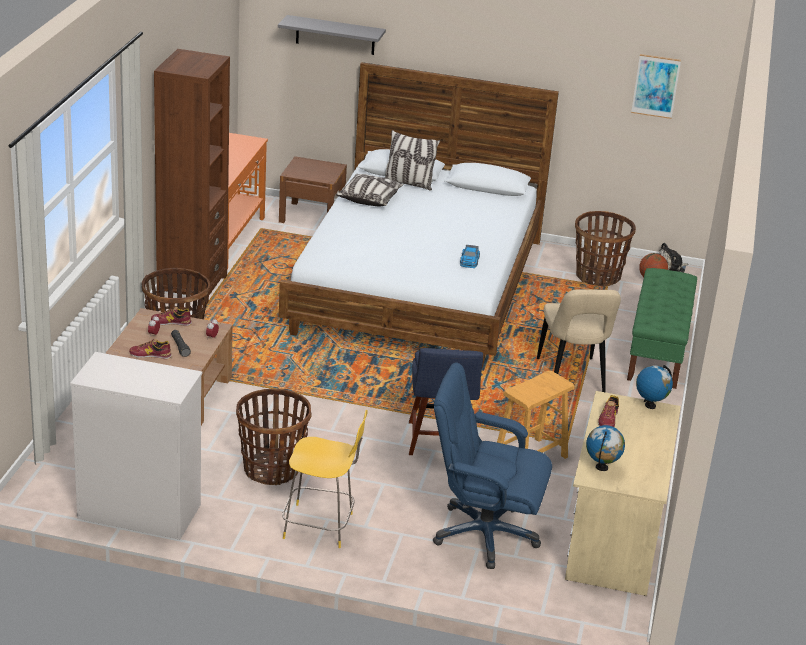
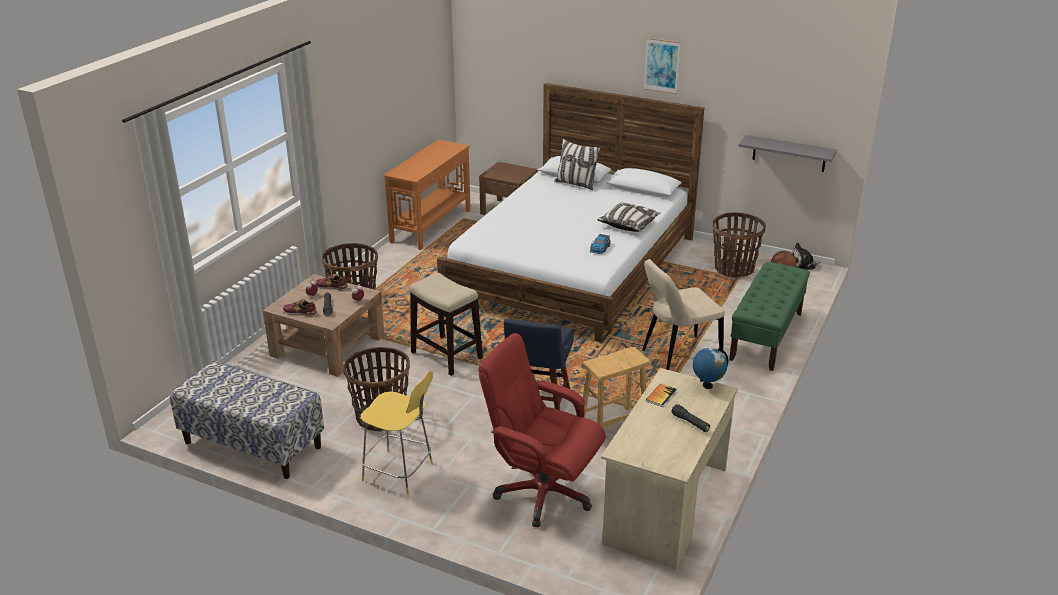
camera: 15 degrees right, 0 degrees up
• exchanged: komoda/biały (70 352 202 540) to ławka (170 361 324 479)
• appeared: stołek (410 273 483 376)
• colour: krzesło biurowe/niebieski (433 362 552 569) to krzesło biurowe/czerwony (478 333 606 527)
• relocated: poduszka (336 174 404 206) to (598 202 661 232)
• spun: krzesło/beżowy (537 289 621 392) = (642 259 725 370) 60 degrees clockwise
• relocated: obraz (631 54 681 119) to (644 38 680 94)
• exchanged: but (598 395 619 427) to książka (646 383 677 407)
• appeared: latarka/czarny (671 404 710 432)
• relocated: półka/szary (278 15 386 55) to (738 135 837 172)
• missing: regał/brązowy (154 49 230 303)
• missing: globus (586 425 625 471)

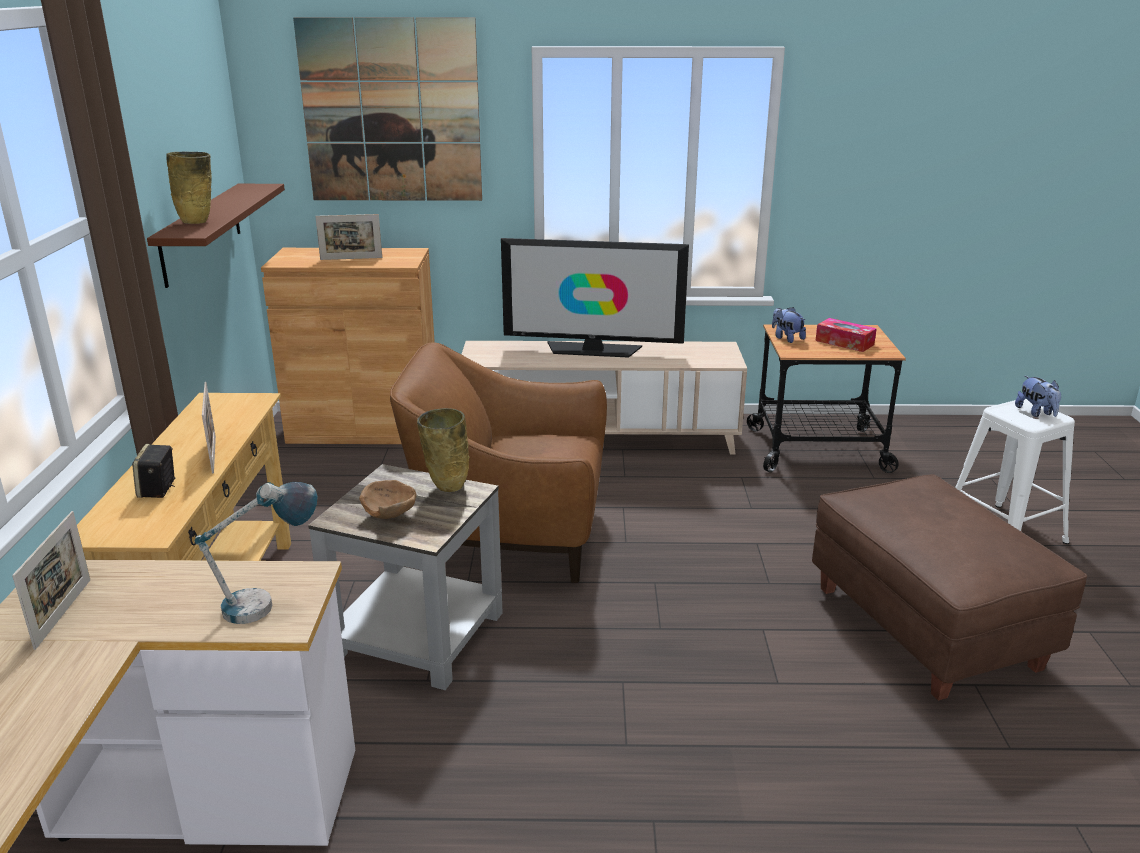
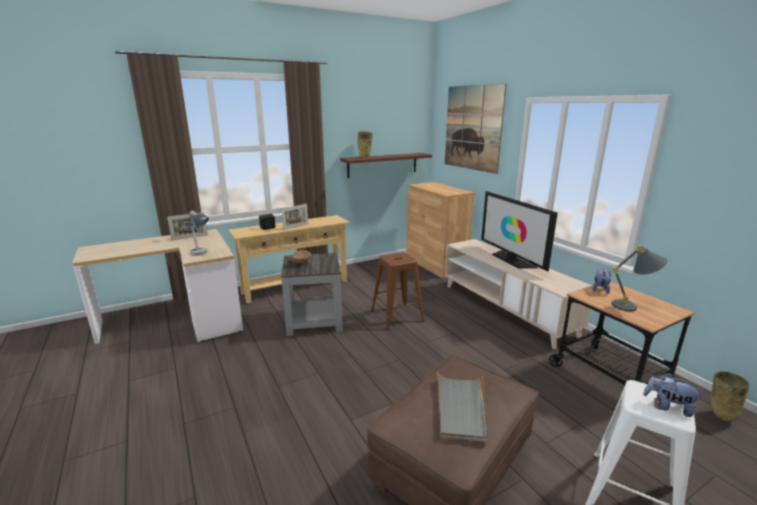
camera: 60 degrees right, 5 degrees down
• exchanged: fotel/brązowy (390 342 607 583) to stołek/brązowy (370 252 425 330)
• appeared: taca/szary (437 372 489 442)
• exchanged: pudełko chusteczek (815 318 877 352) to lampa stołowa/szary (612 245 668 311)
• spun: pluszak (1015 376 1061 417) = (643 373 705 417) 75 degrees clockwise
• relocated: wazon/beżowy (417 408 469 492) to (711 371 749 421)
• missing: ramka na zdjęcie (315 214 382 260)

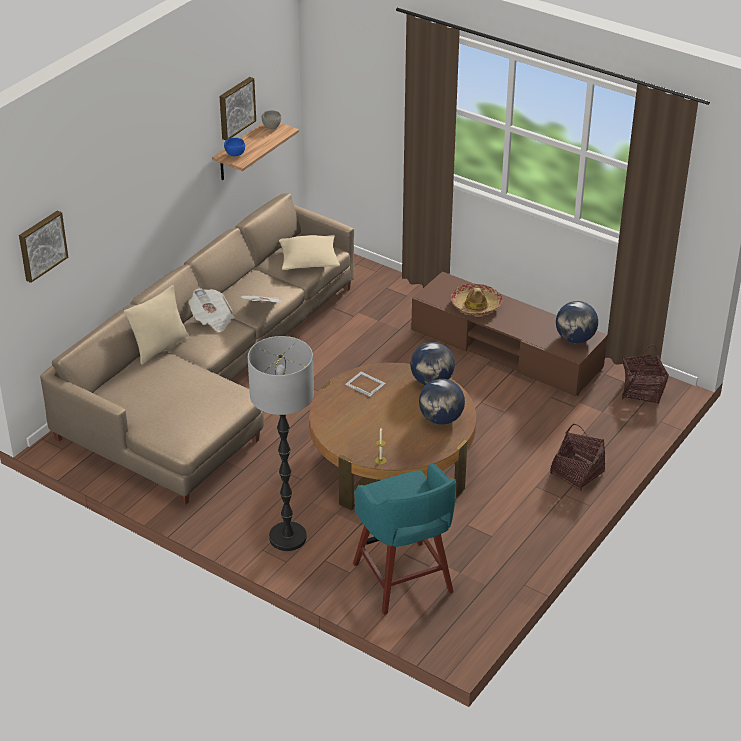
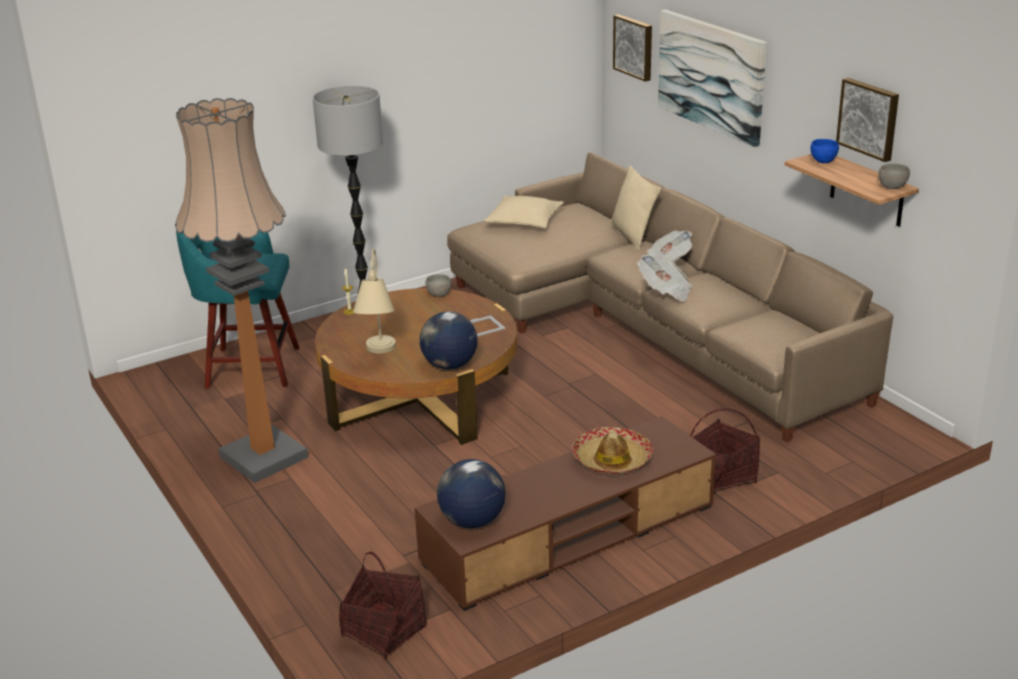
camera: 115 degrees right, 10 degrees down
• appeared: lampa stojąca (175 98 308 483)
• exchanged: globus (419 379 465 425) to lampa stołowa/beżowy (353 249 396 354)
• appeared: miska/szary (426 274 451 297)
• relocated: poduszka/beżowy (279 235 340 270) to (484 196 564 229)
• appeared: obraz (658 9 767 147)
• relocated: koszyk (550 424 605 491) to (690 408 760 493)

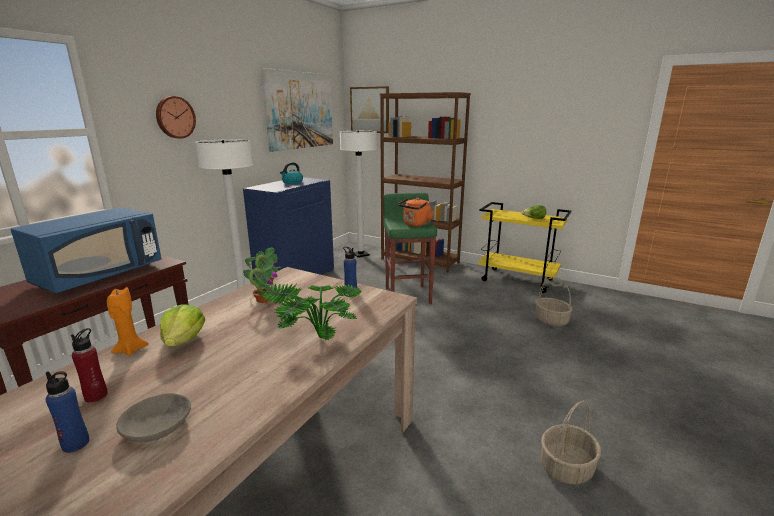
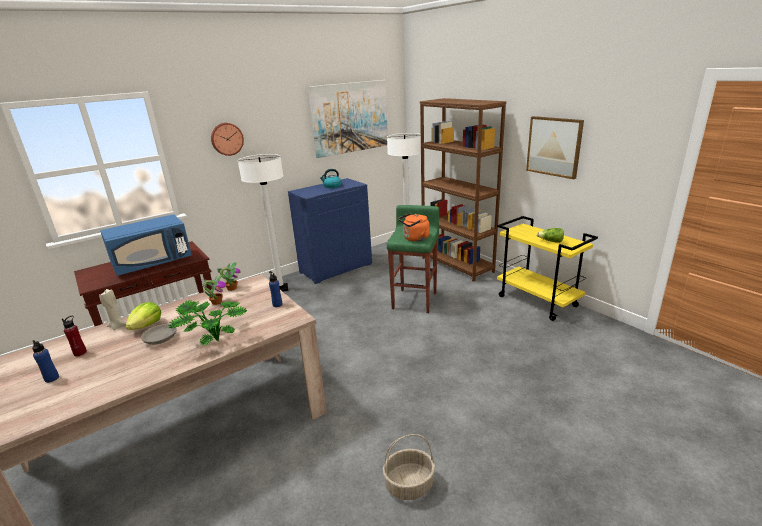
camera: 25 degrees right, 5 degrees up
• colour: świeca/pomarańczowy (107 287 149 356) to świeca/beżowy (99 289 126 330)
• relocated: miska/szary (116 393 191 442) to (141 324 177 345)
• relocated: obraz (350 86 389 133) to (526 116 584 179)
• missing: koszyk (535 277 572 326)

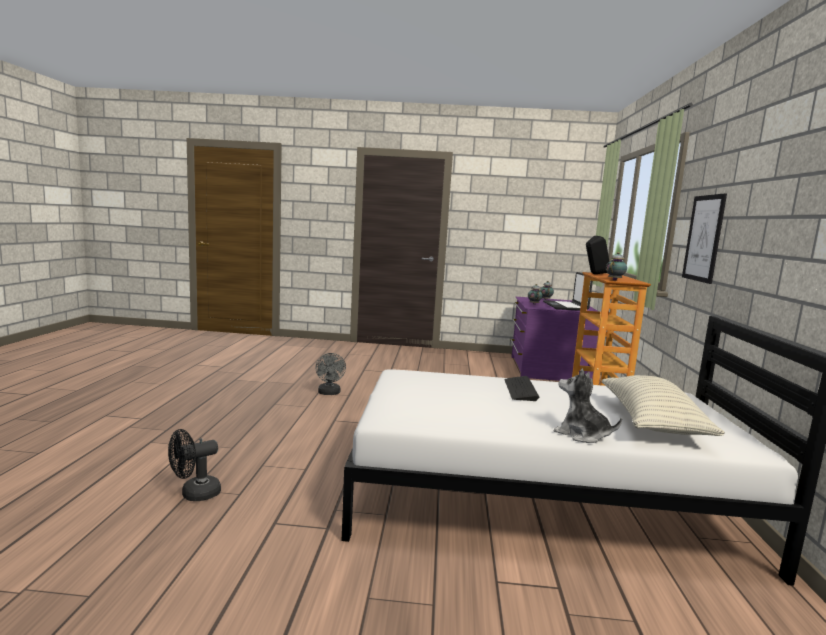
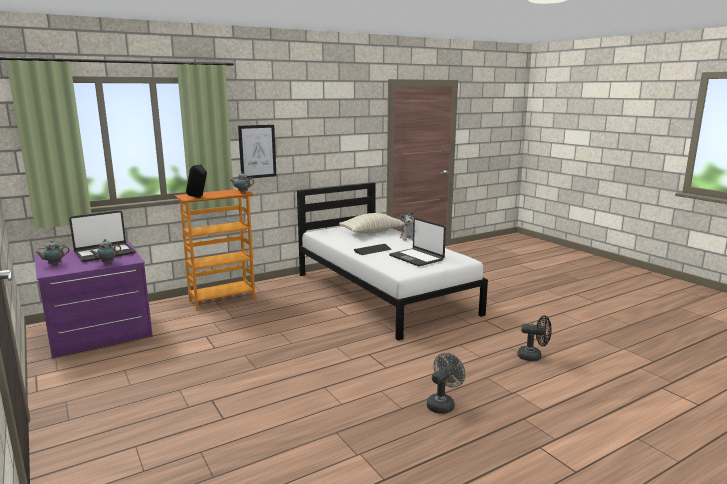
camera: 125 degrees left, 5 degrees up
• appeared: laptop (389 218 446 266)
• relocated: wentylator/szary (316 353 346 395) to (427 353 466 414)

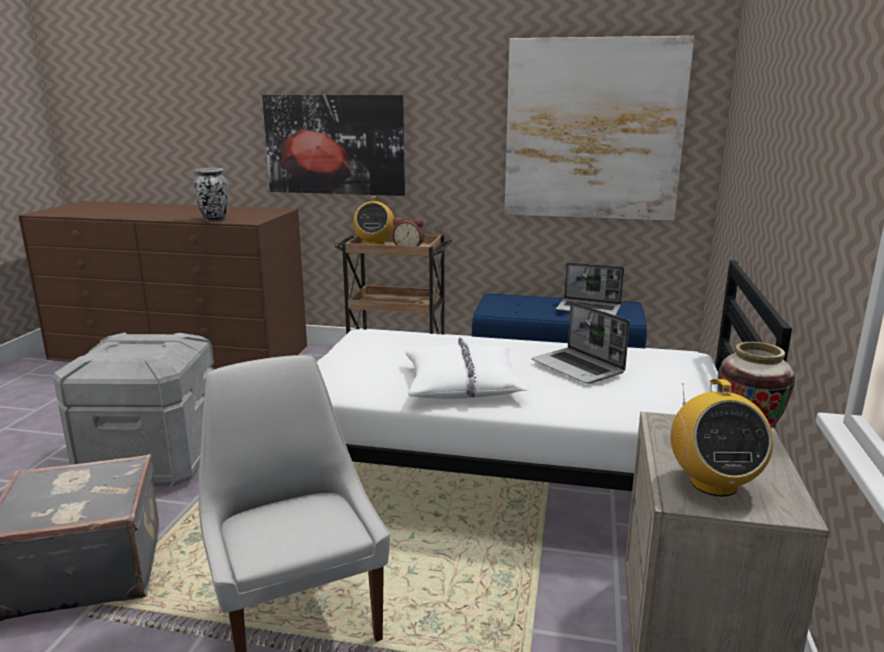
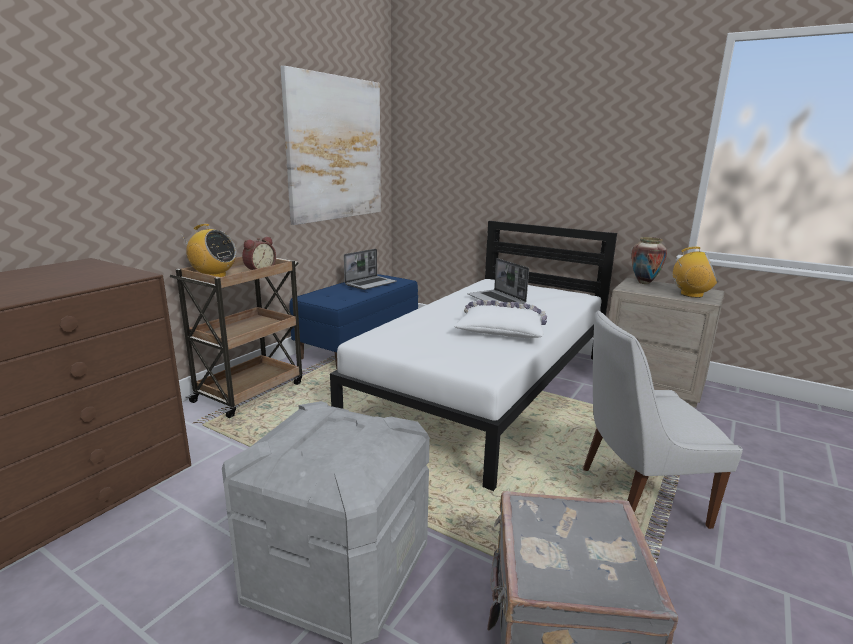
camera: 70 degrees left, 0 degrees up
• spun: laptop (532 302 630 384) = (468 258 529 304) 75 degrees clockwise
• missing: wazon (194 168 228 221)
• missing: obraz (262 95 405 196)

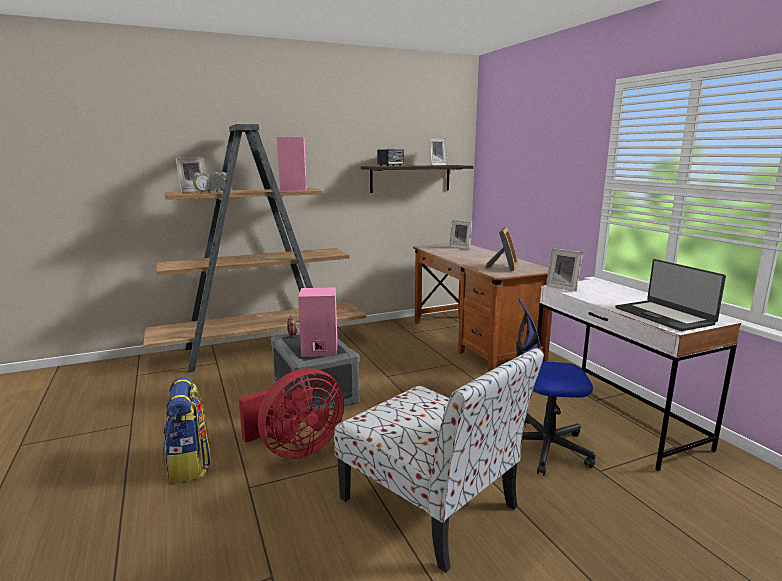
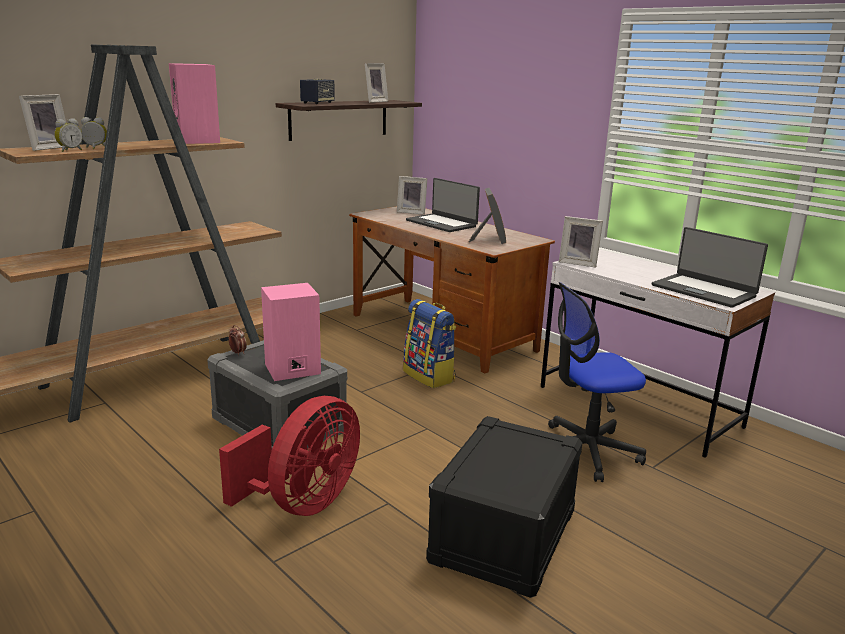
camera: 20 degrees left, 5 degrees up
• relocated: plecak (163 377 211 483) to (403 299 456 388)
• appeared: laptop (406 178 480 232)
• exchanged: krzesło (334 348 544 572) to pojemnik do przechowywania/czarny (426 416 582 598)

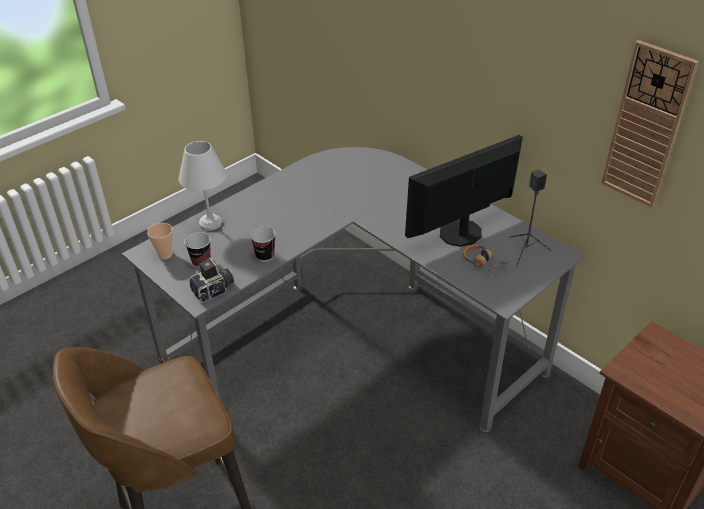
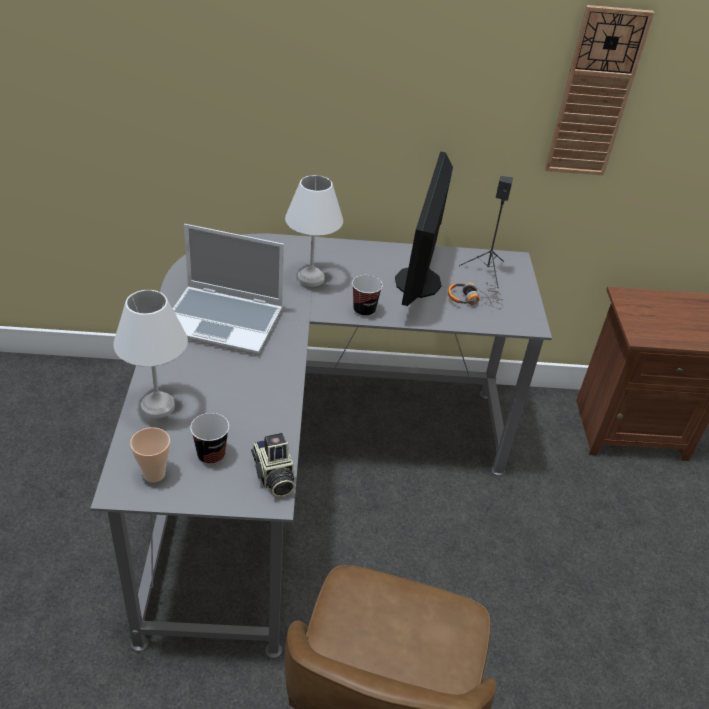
camera: 50 degrees left, 0 degrees up
• appeared: laptop (173 224 284 355)
• spun: aparat fotograficzny (189 258 235 303) = (251 433 295 497) 150 degrees clockwise
• appeared: lampa stołowa/biały (285 175 343 287)
• relocated: filiżanka (250 226 276 261) to (352 275 383 317)

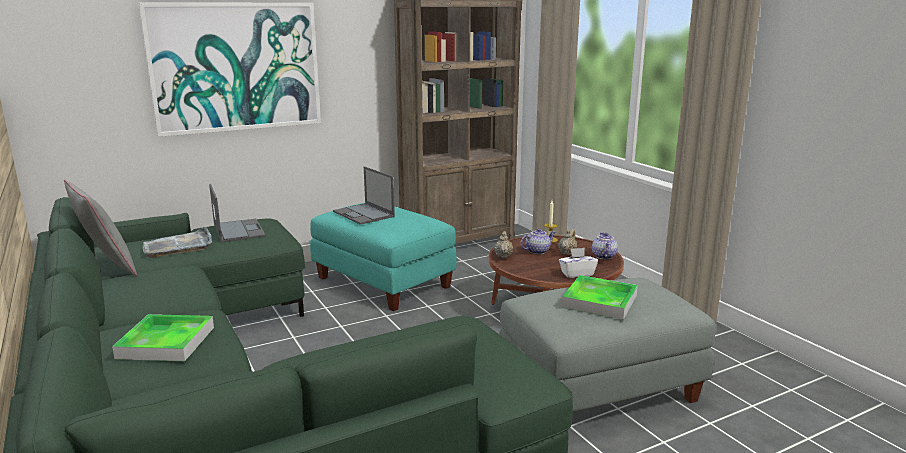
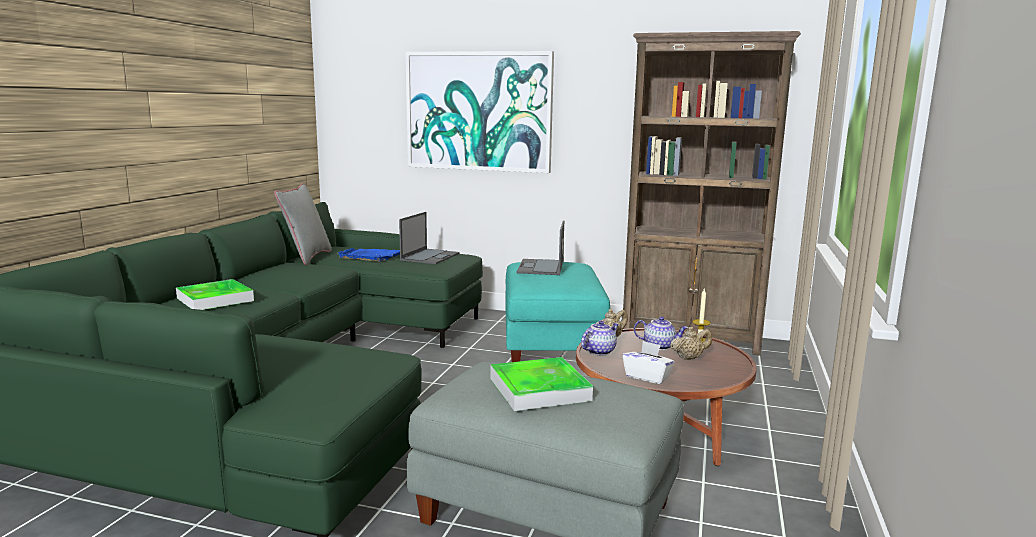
camera: 45 degrees right, 5 degrees down
• colour: taca/szary (143 227 212 258) to taca/niebieski (338 248 400 262)
• relocated: imbryk (592 232 618 259) to (581 321 618 355)

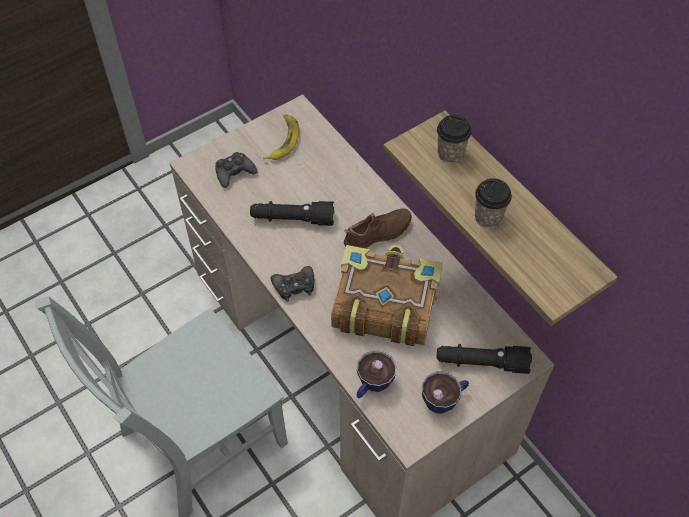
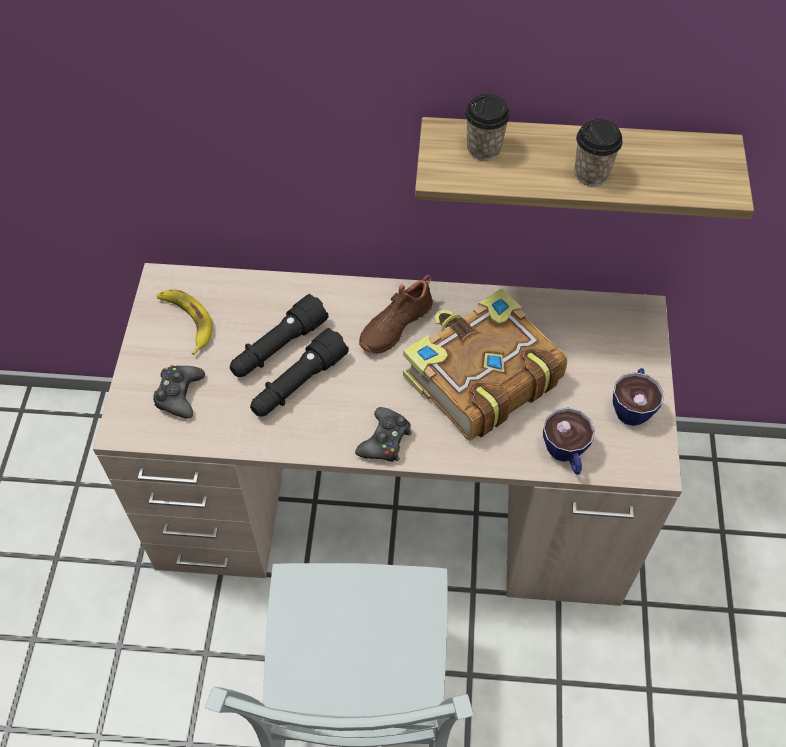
camera: 50 degrees left, 0 degrees up
• relocated: latarka/czarny (437 344 532 374) to (230 294 329 377)
• spun: but/brązowy (344 208 412 249) = (359 275 433 354) 150 degrees counterclockwise

